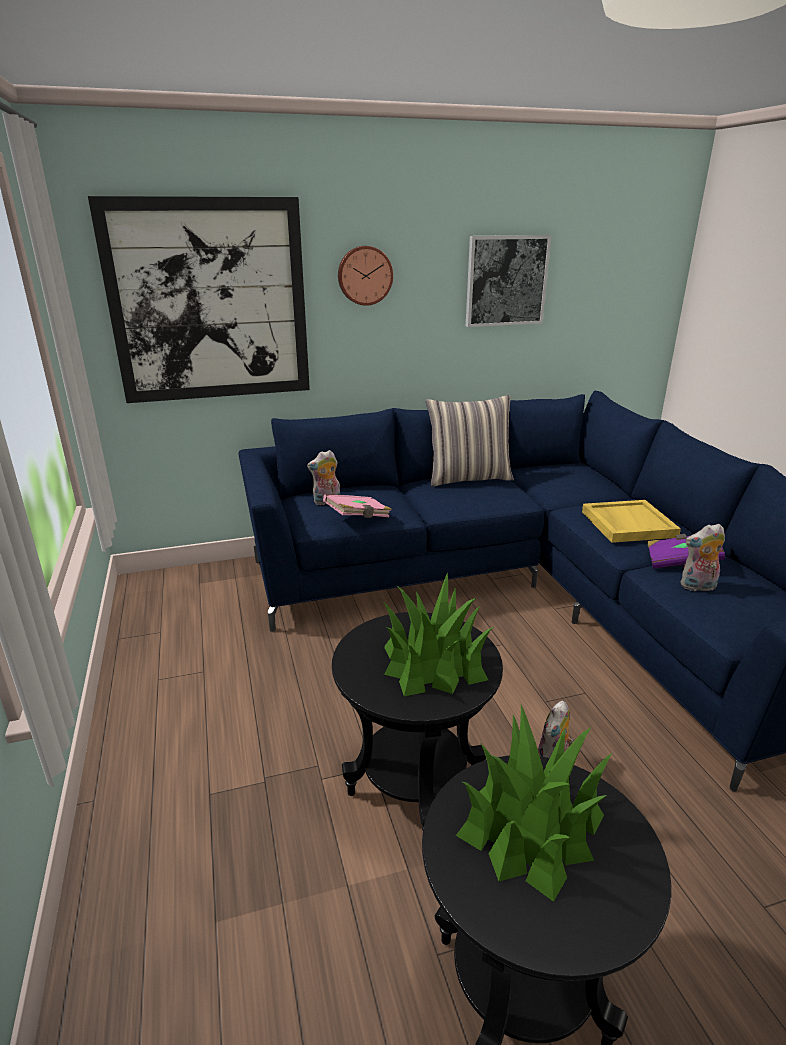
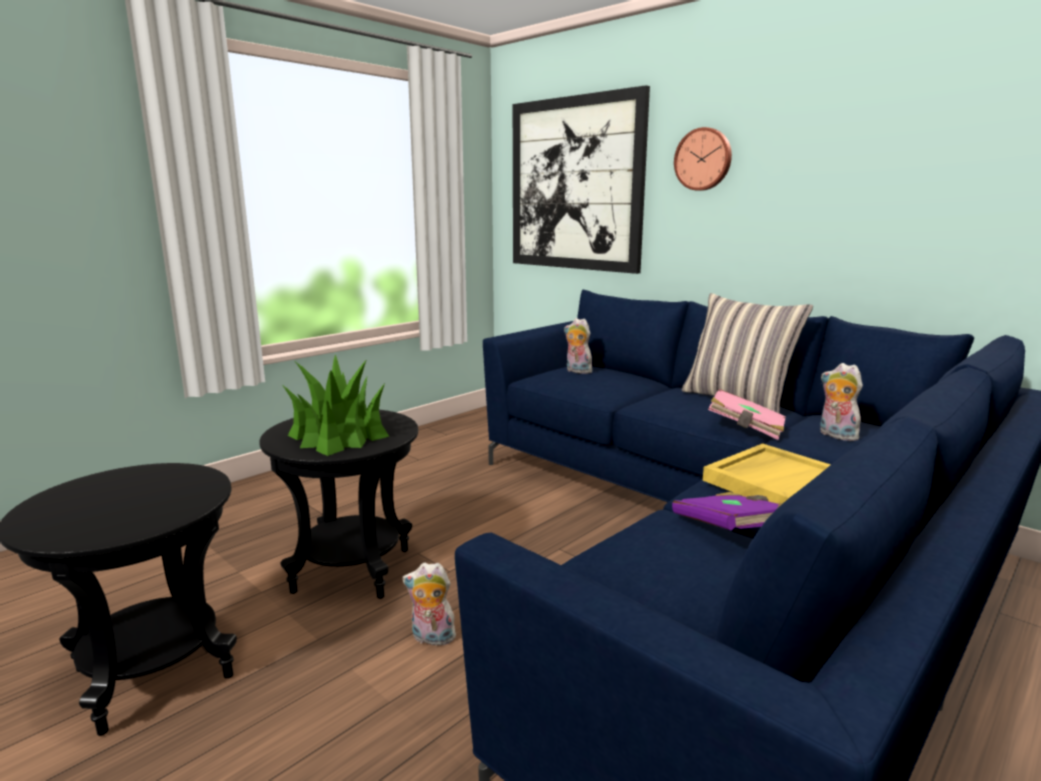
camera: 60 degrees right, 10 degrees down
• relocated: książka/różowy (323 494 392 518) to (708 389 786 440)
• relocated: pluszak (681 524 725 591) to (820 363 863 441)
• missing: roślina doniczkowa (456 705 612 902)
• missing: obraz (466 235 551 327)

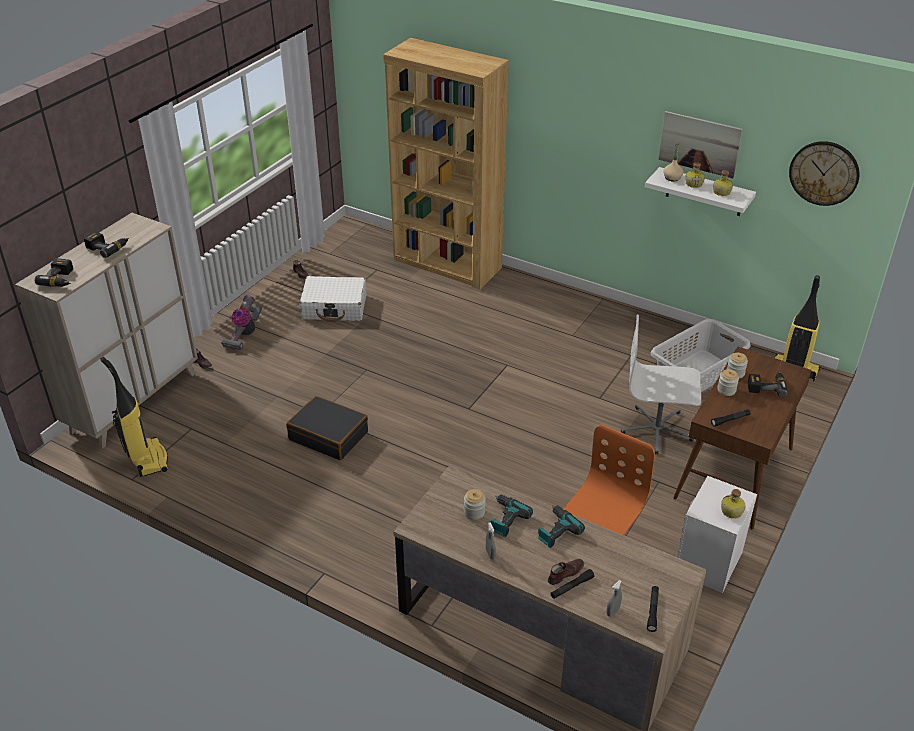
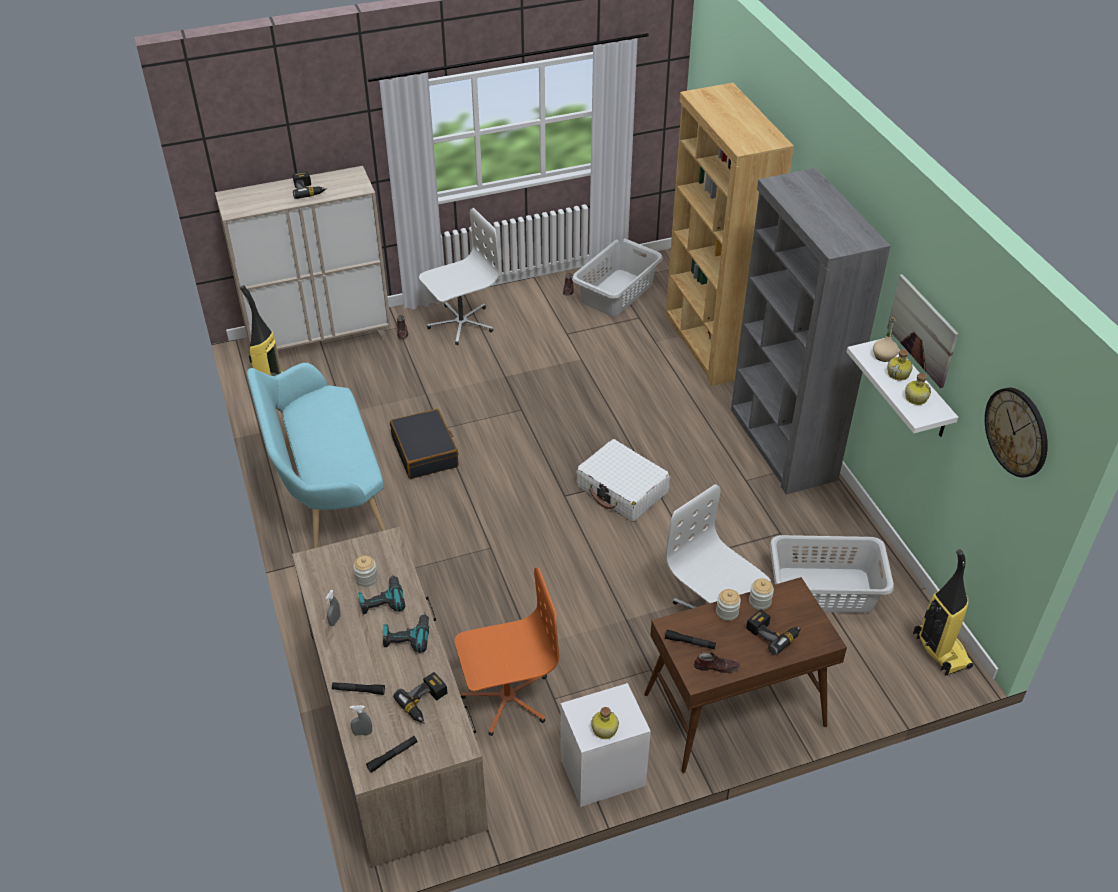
camera: 40 degrees right, 5 degrees up
• appeared: ławka/turkusowy (247 363 386 549)
• relocated: wiertarka (35 258 73 287) to (393 672 447 724)
• exchanged: odkurzacz (221 295 262 350) to krzesło biurowe/biały (419 208 500 345)
• appeared: kosz na pranie/szary (572 238 663 316)
• relocated: walizka/biały (300 276 367 322) to (576 439 670 522)
• relocated: but/brązowy (548 559 584 585) to (694 651 740 673)
• appeared: regał/szary (731 168 891 495)

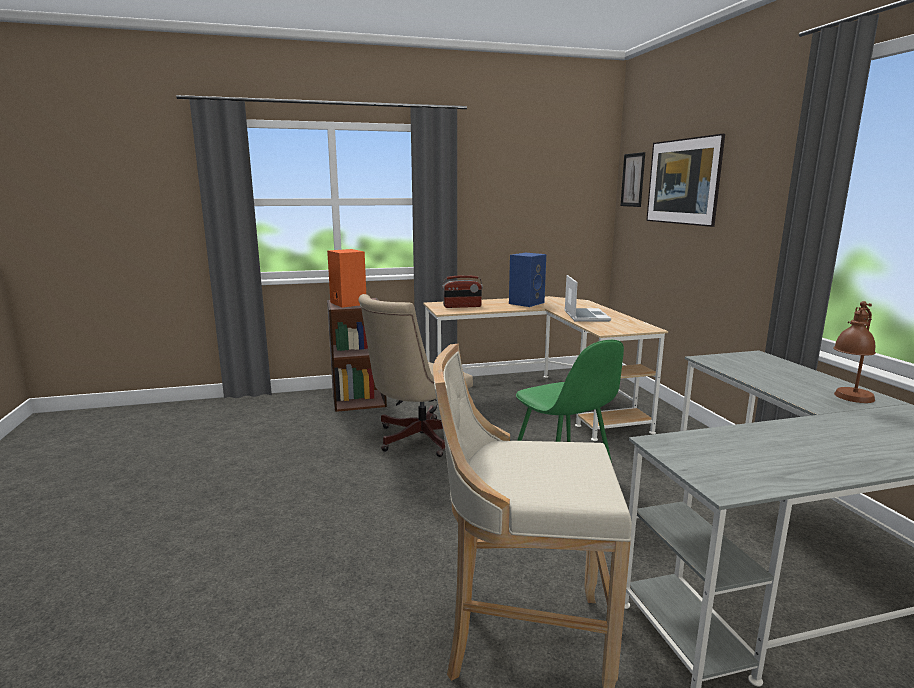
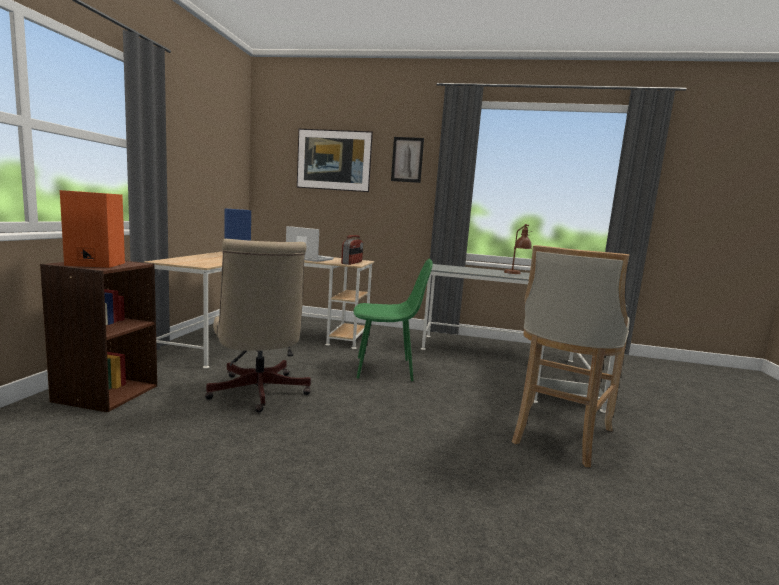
camera: 65 degrees left, 5 degrees down
• relocated: radio (442 275 483 308) to (341 235 363 265)
• relocated: obraz (620 152 645 207) to (391 137 424 183)

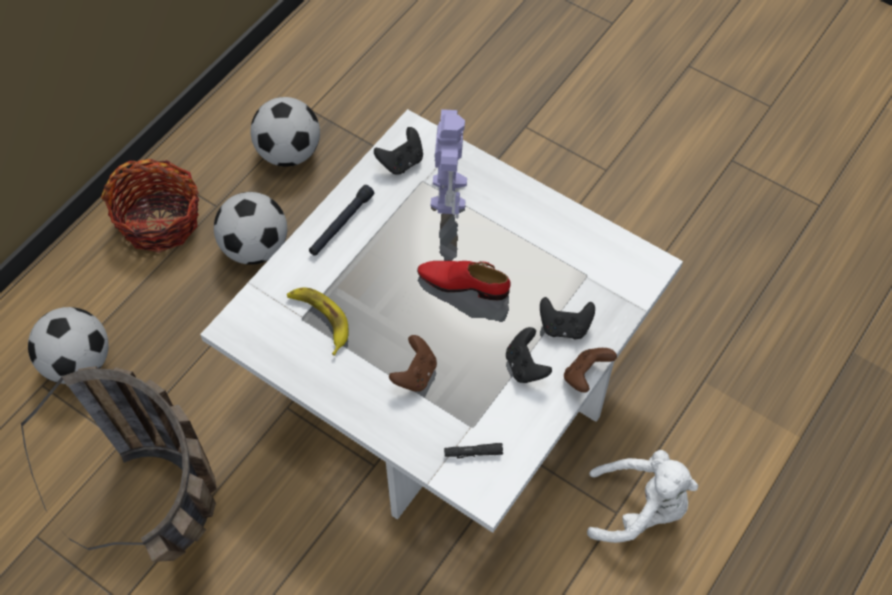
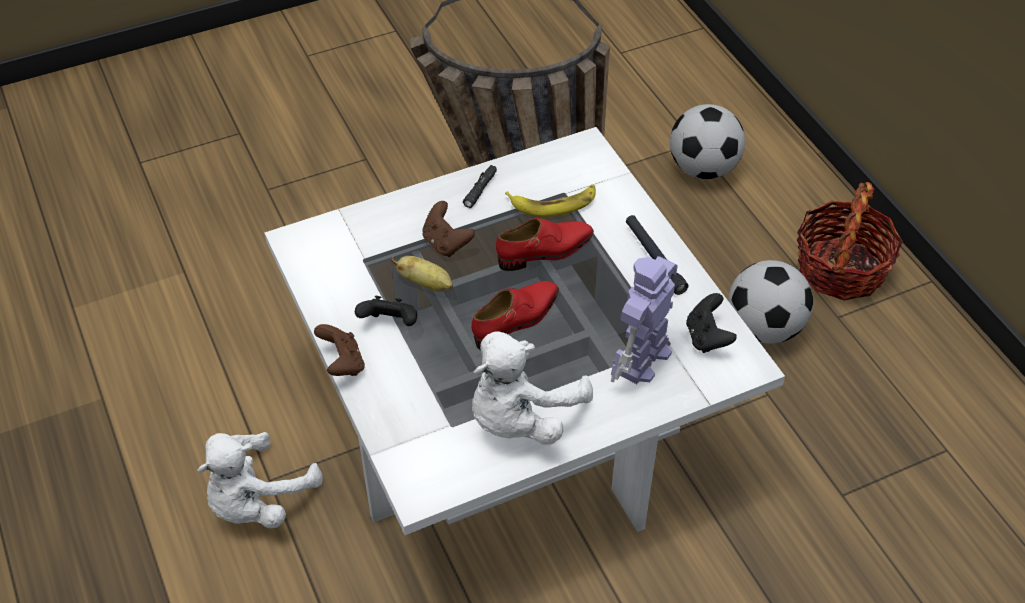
camera: 120 degrees right, 10 degrees down
• appeared: banan (391 256 453 292)
• relocated: latarka/czarny (444 443 503 459) to (463 165 497 208)
• appeared: pluszak/biały (472 331 593 445)
• appeared: but/czerwony (496 218 594 271)
• spun: robot zabawkowy (431 109 467 219) = (611 256 678 384) 90 degrees clockwise
• missing: piłka futbolowa (250 97 320 167)
• missing: pad do gier/czarny (540 297 595 339)

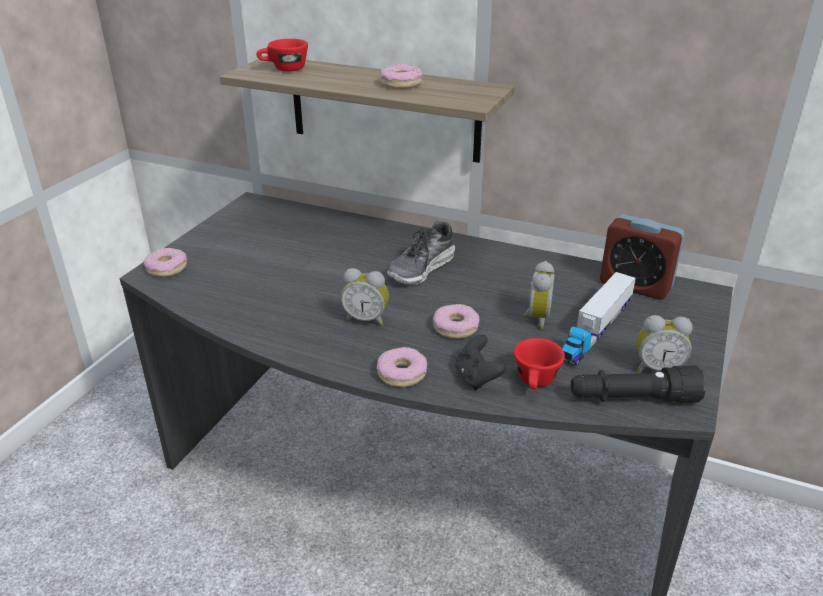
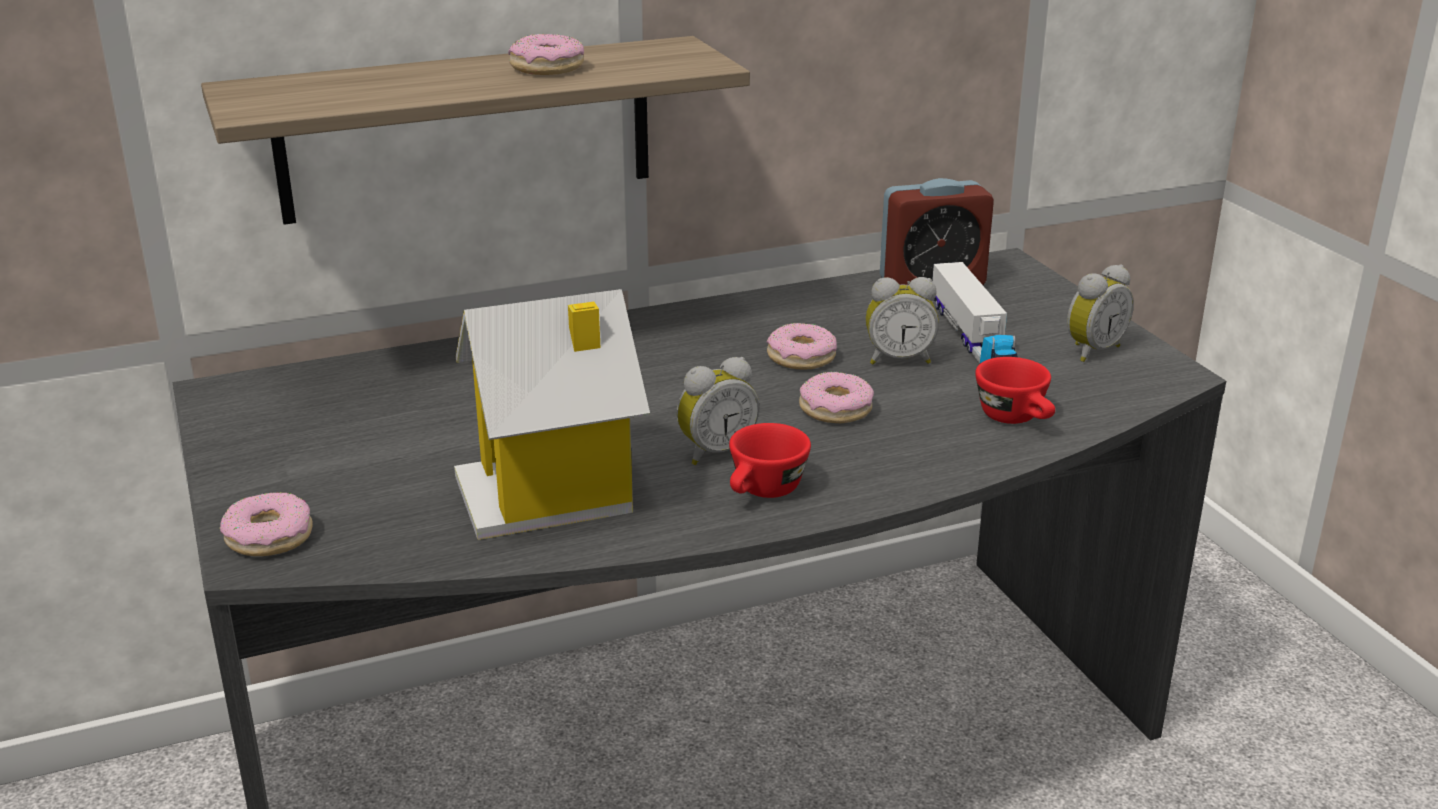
camera: 45 degrees left, 5 degrees down
• appeared: domek (454 289 650 540)
• relocated: filiżanka/czerwony (256 39 308 72) to (729 423 811 498)
• relocated: donut (377 347 427 387) to (767 323 837 369)
• spun: budzik (523 261 555 329) = (866 277 939 364) 120 degrees clockwise
• missing: but (387 221 455 285)
• missing: pad do gier/czarny (455 334 506 390)
• missing: latarka/czarny (571 365 705 403)

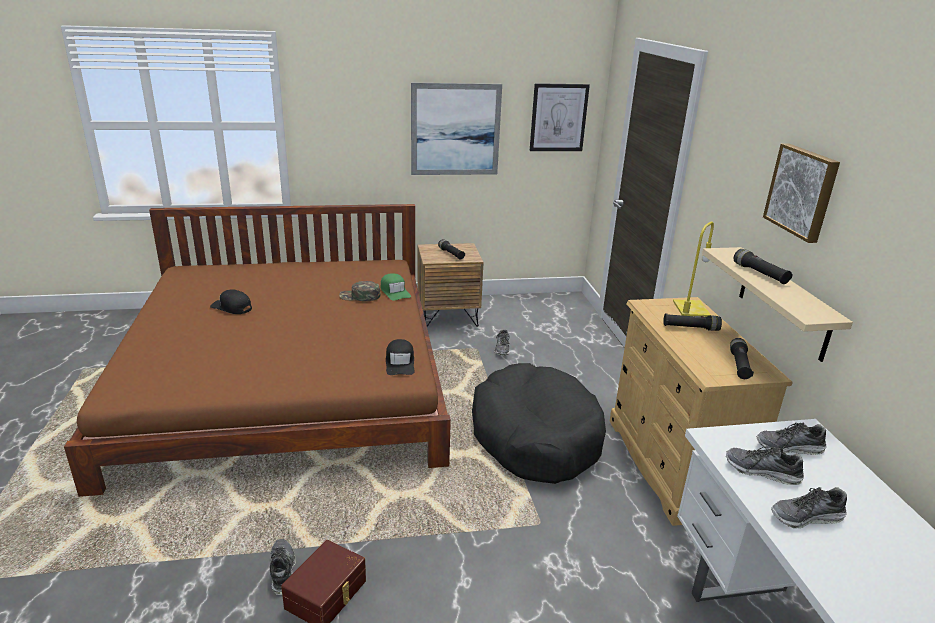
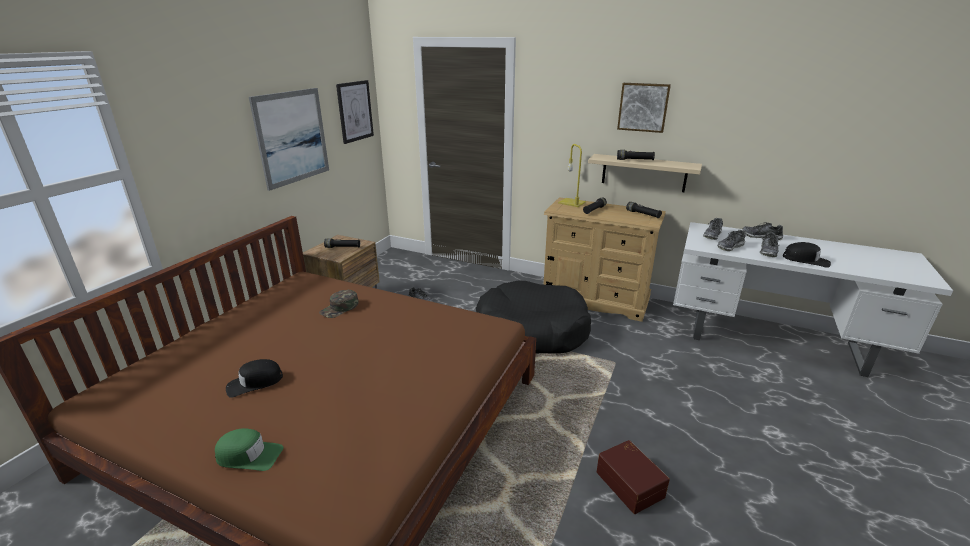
camera: 55 degrees left, 0 degrees up
• relocated: czapka z daszkiem/zielony (380 273 411 301) to (215 428 283 471)
• relocated: but (270 539 296 595) to (742 223 783 240)
• relocated: czapka z daszkiem/czarny (386 339 414 375) to (783 242 831 268)

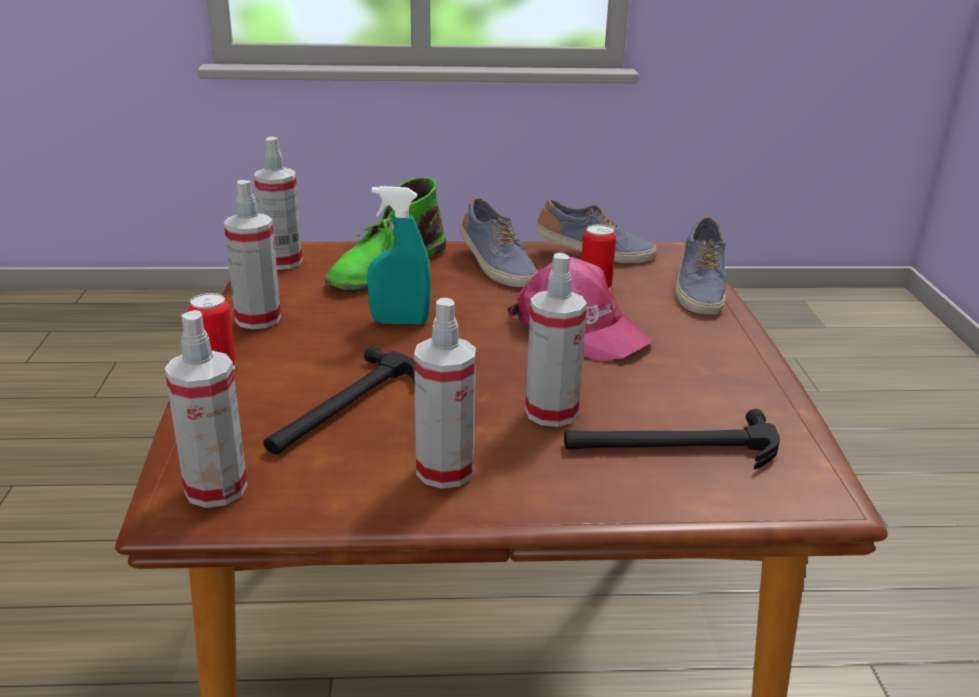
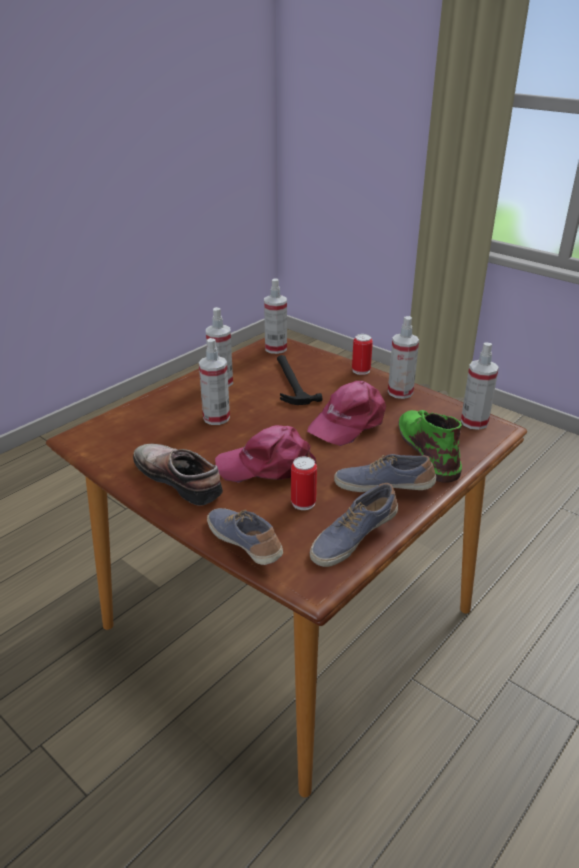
camera: 135 degrees right, 5 degrees up
• appeared: but (133 444 223 506)
• exchanged: spryskiwacz/turkusowy (367 186 431 324) to czapka z daszkiem/różowy (307 381 386 446)
• missing: młotek (564 409 780 469)

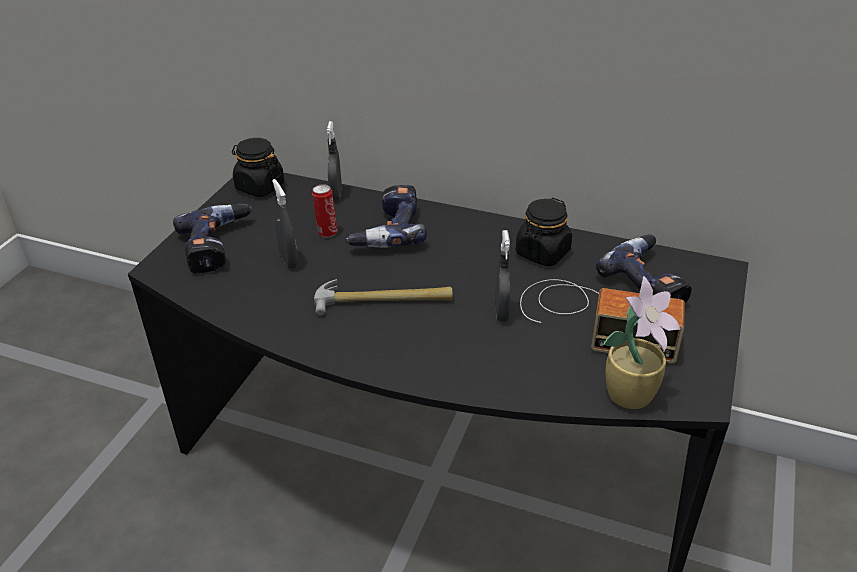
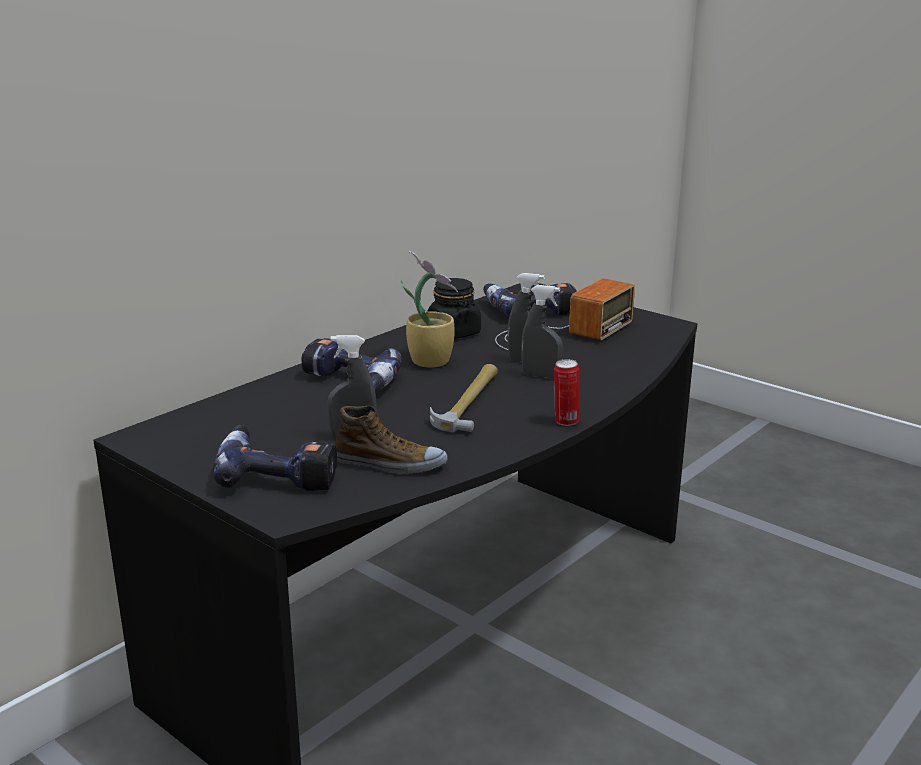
camera: 70 degrees left, 15 degrees down
• appeared: but (335 406 448 474)
• relocated: roślina doniczkowa (603 276 680 409) to (400 251 458 367)
• relocated: spryskiwacz/szary (327 121 342 201) to (521 285 563 379)
• relocated: puszka (312 184 338 238) to (554 359 580 426)
• missing: słoik/czarny (232 138 284 197)

